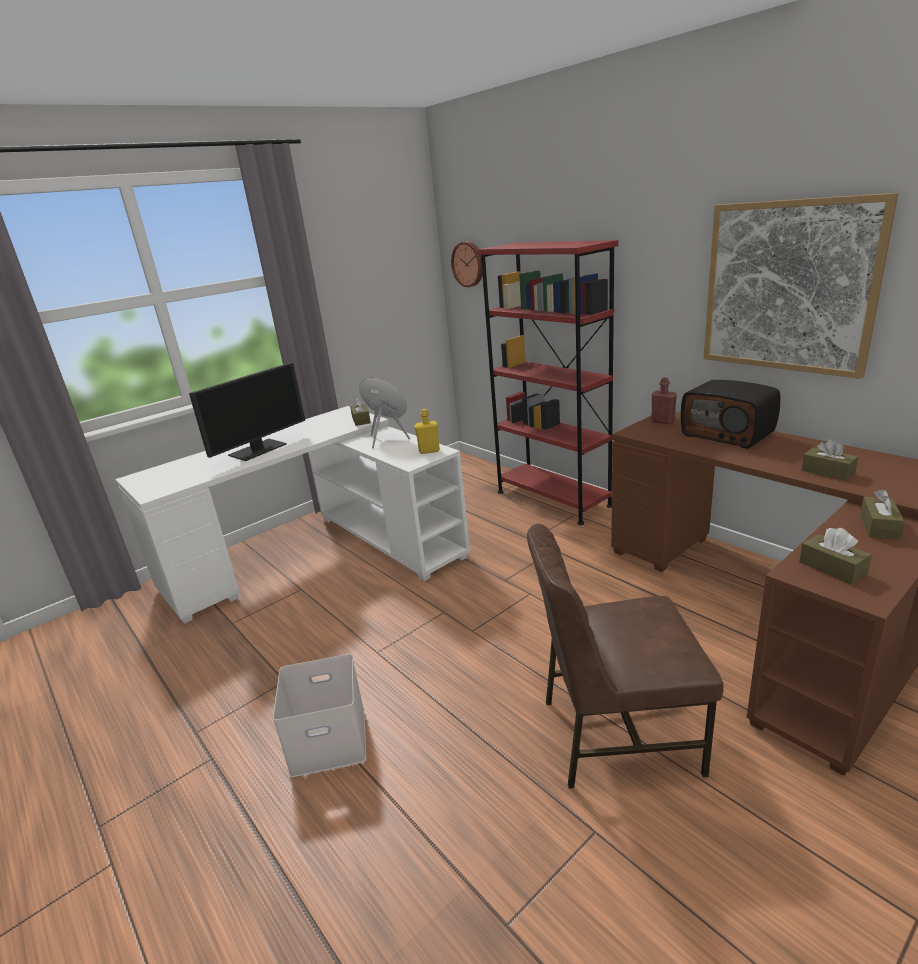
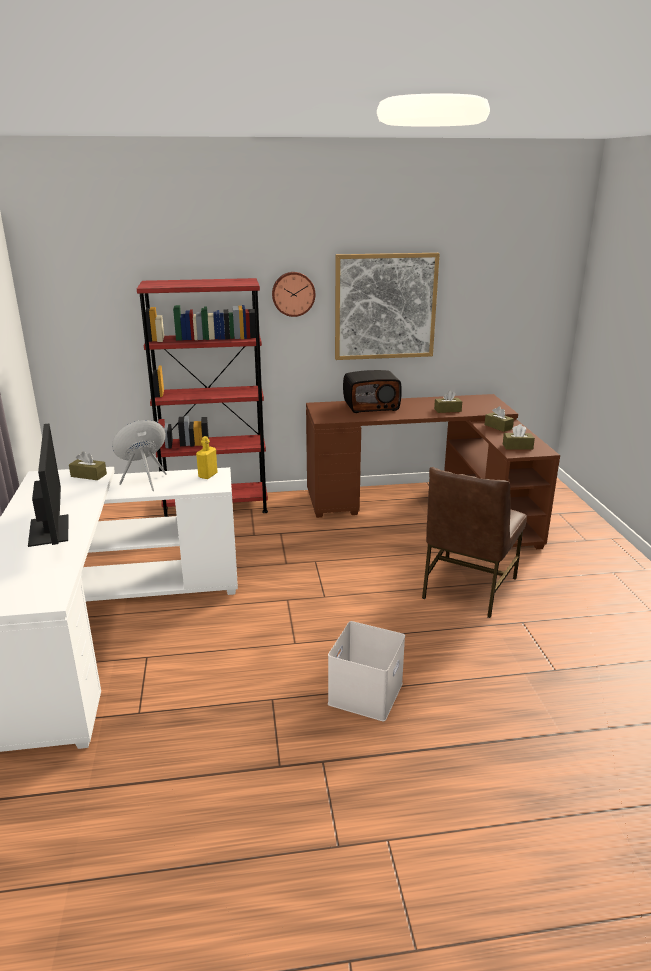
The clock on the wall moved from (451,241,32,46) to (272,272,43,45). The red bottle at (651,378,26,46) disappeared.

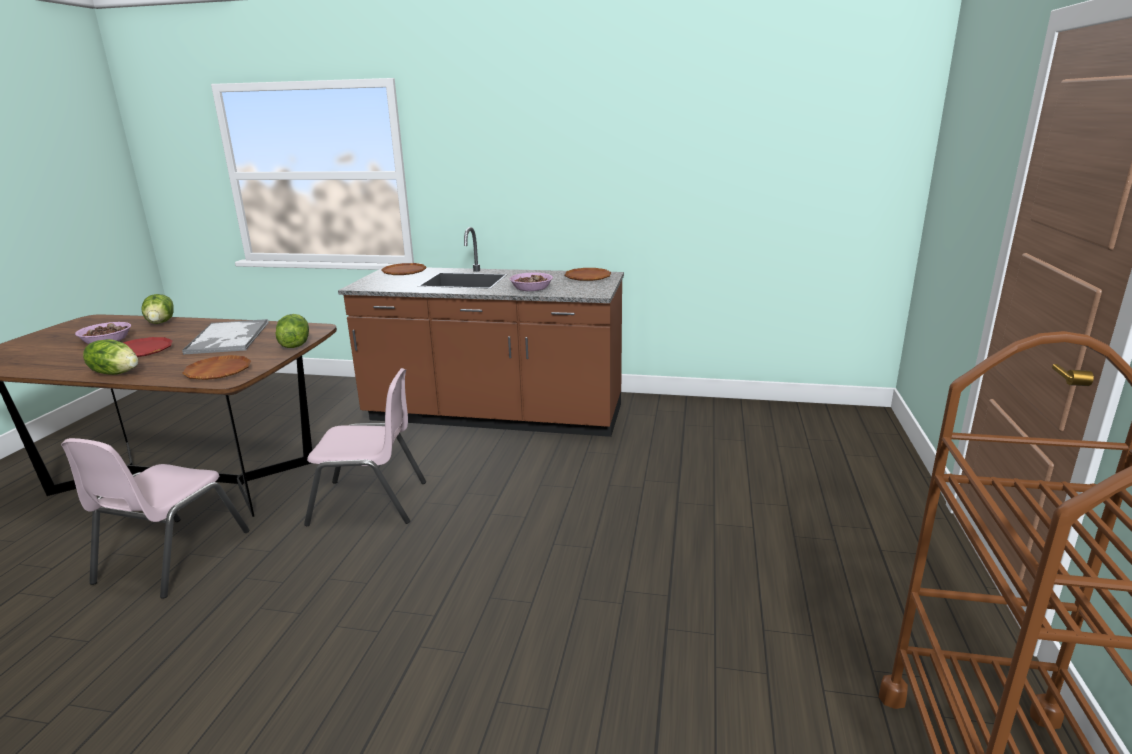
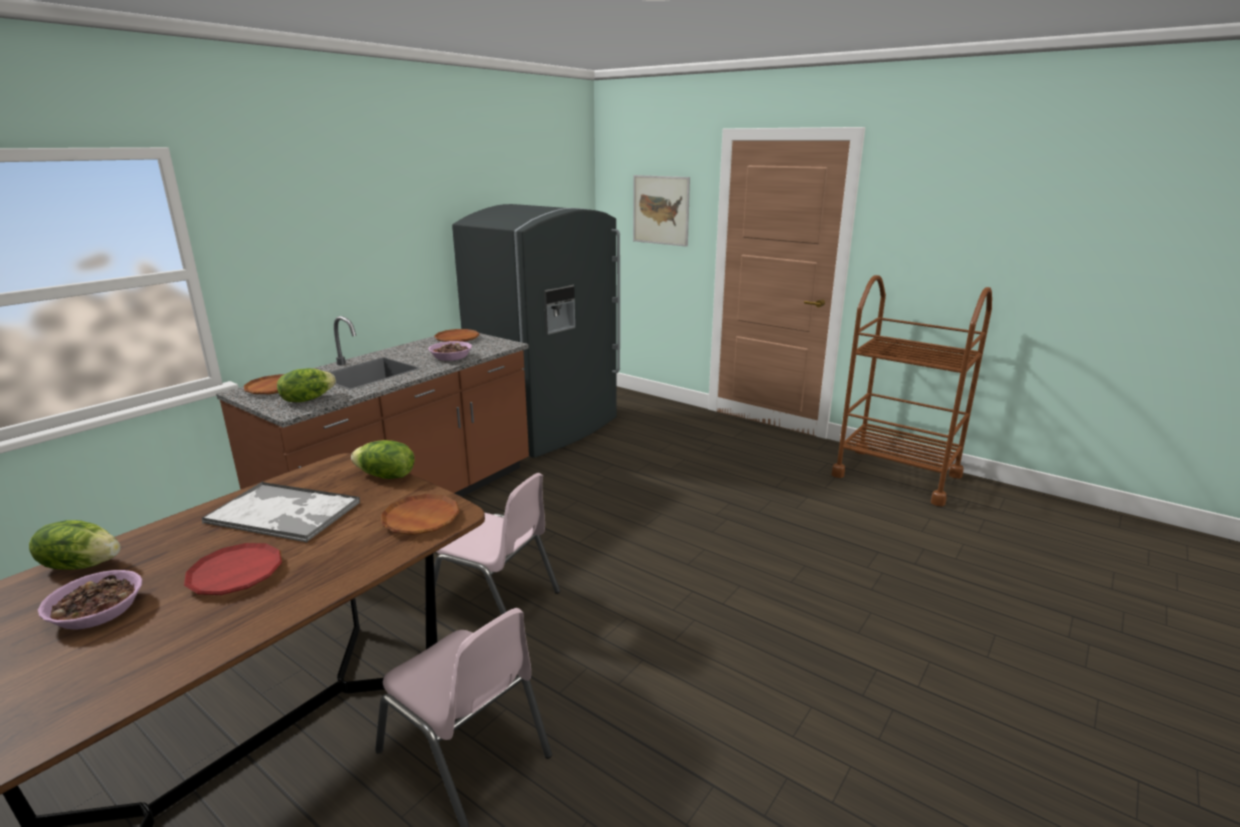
The lettuce head moved from (83,339,55,36) to (277,368,59,34). The pink-coloured upright chair at (304,368,122,158) turned 90 degrees clockwise. The picture at (633,175,57,72) appeared. The grey fridge at (452,204,168,254) appeared.

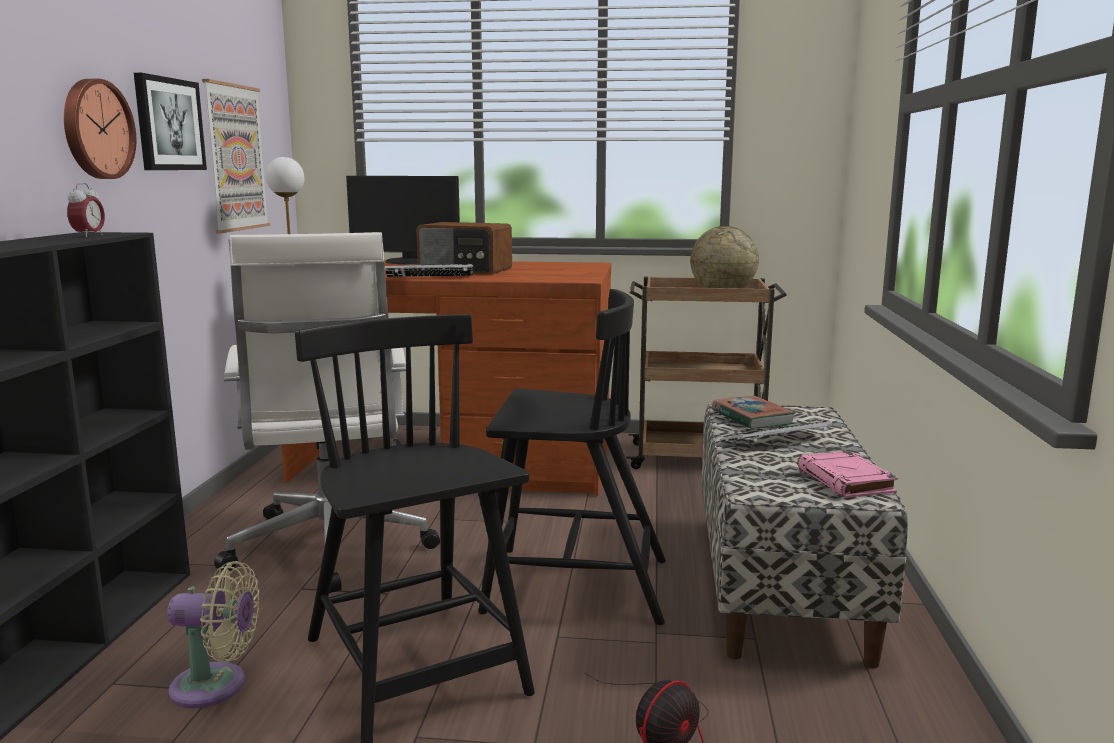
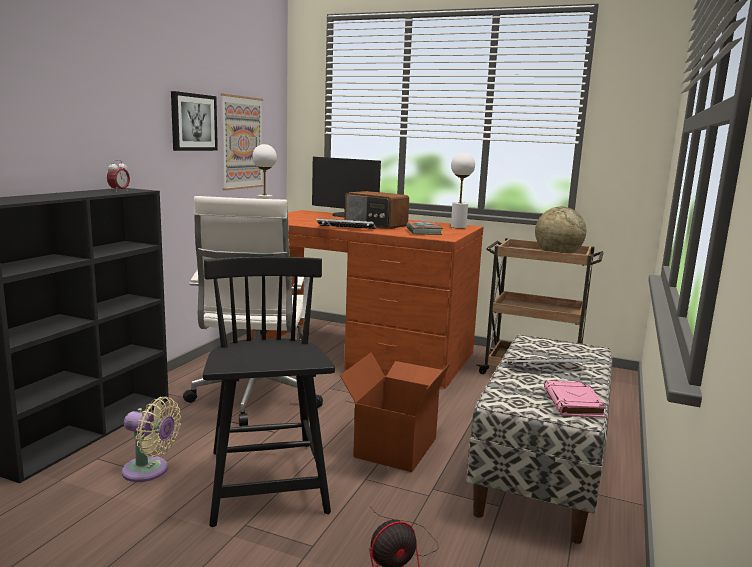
The clock on the wall at (64,79,72,100) disappeared. The black upright chair at (478,289,188,336) was replaced by the packing box at (340,352,110,120). The book moved from (712,396,84,33) to (406,222,37,13). The white-coloured table lamp at (451,152,24,77) appeared.

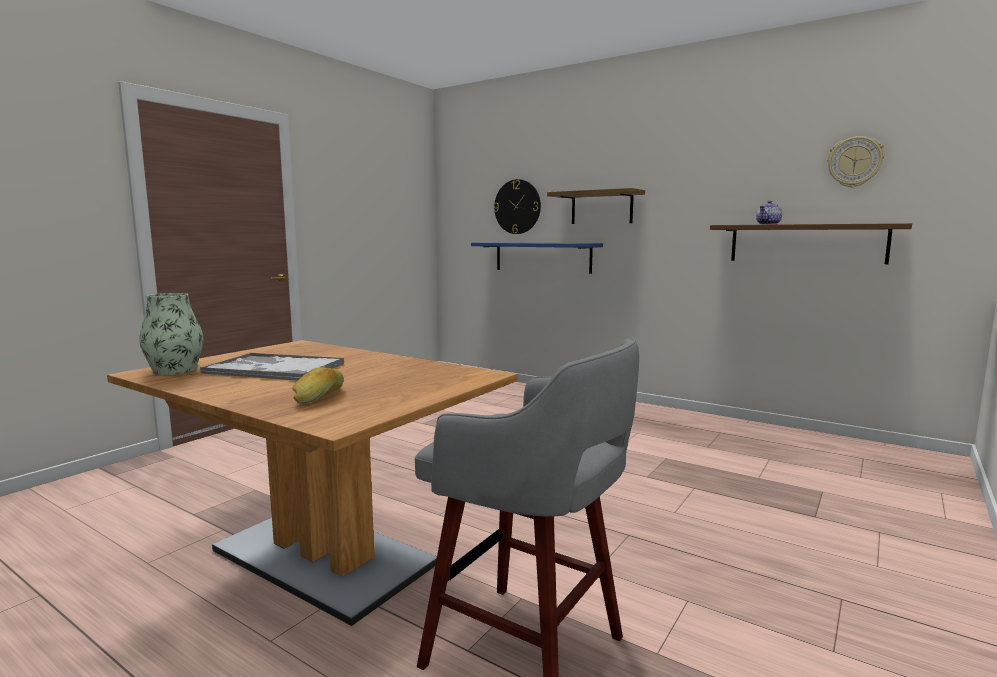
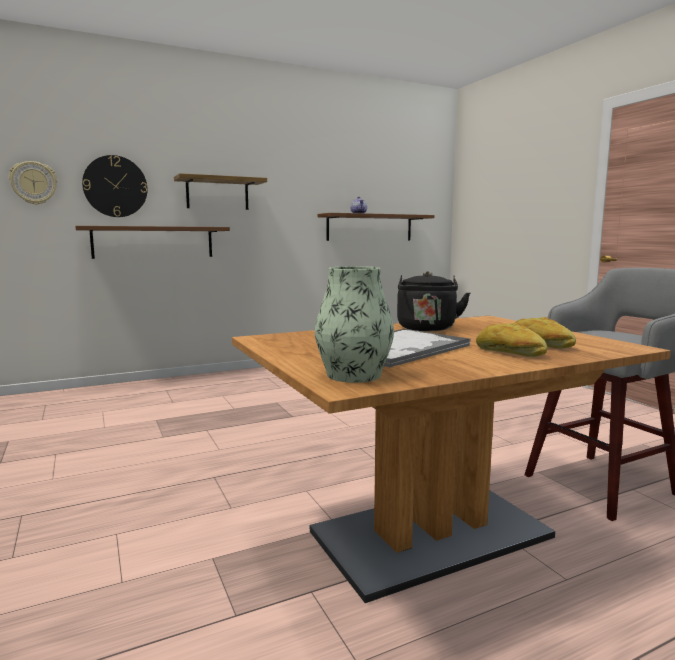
The clock on the wall moved from (827,136,58,51) to (9,161,48,44). The blue wall shelf at (471,242,132,32) became the brown wall shelf at (75,226,155,33). The black kettle at (397,272,73,59) appeared. The bread at (476,323,71,34) appeared.

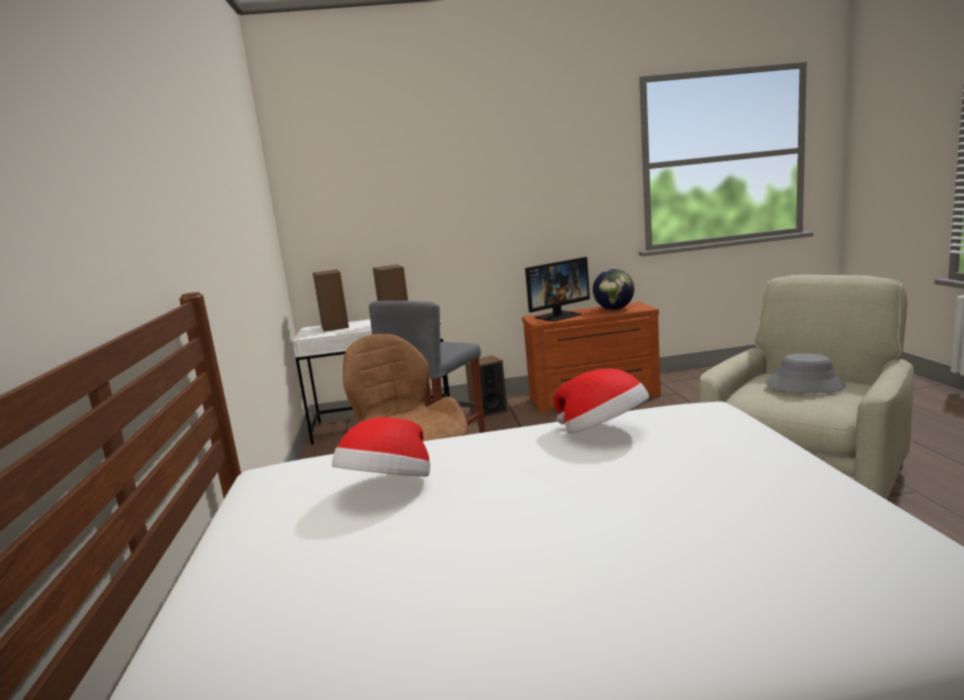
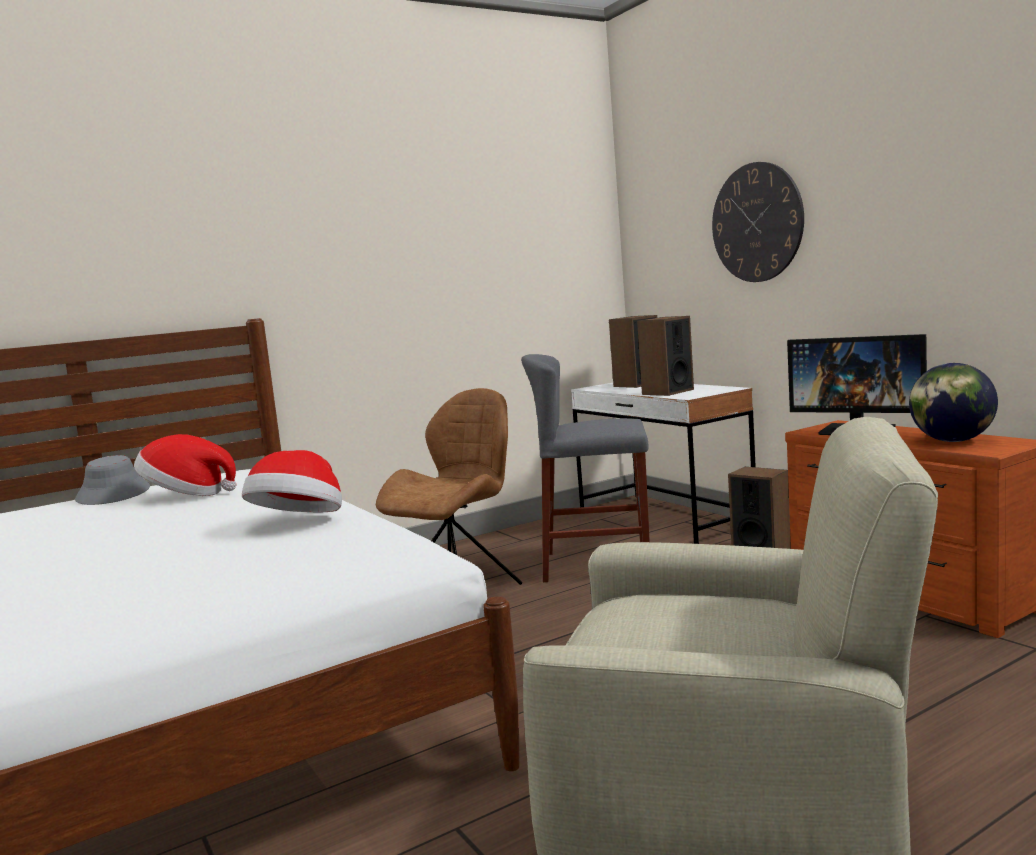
The grey wearable hat moved from (765,353,81,40) to (75,455,75,50). The clock on the wall at (712,162,92,120) appeared.

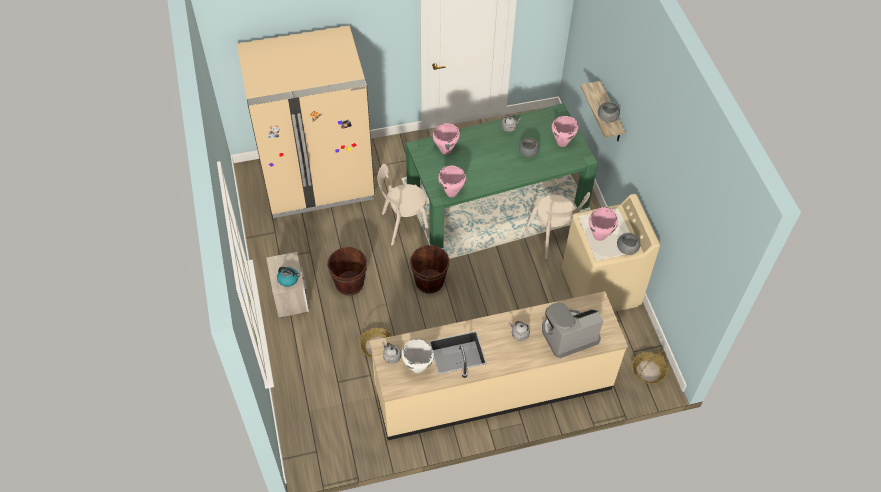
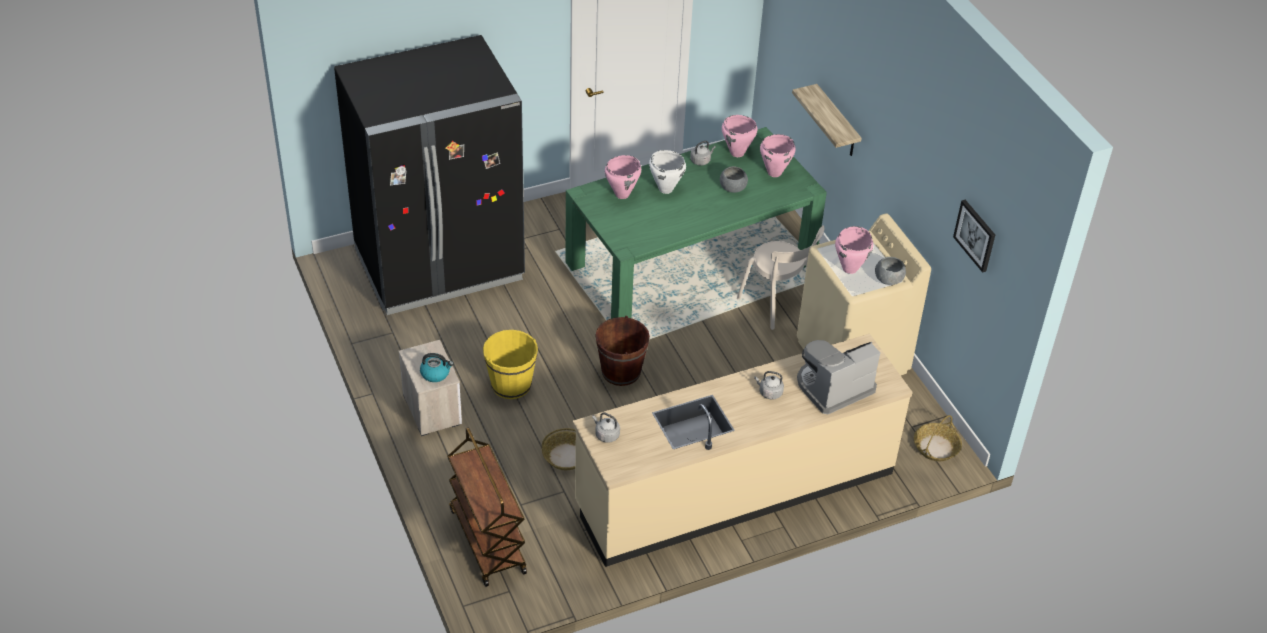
The beige-coloured fridge at (236,26,139,192) became the black fridge at (334,35,191,280). The grey deep dish at (598,102,22,21) disappeared. The beige-coloured upright chair at (377,164,53,81) disappeared. The pink-coloured stockpot moved from (438,165,28,32) to (722,115,36,42). The brown pail at (327,247,40,49) became the yellowish pail at (483,330,55,69). The white-coloured stockpot moved from (402,339,32,34) to (649,150,37,44). The picture at (953,200,42,73) appeared. The brown wheeled cart at (447,428,80,159) appeared.

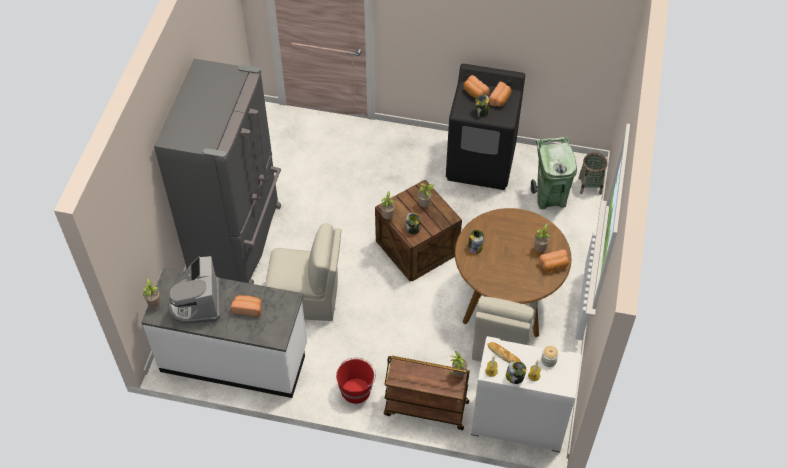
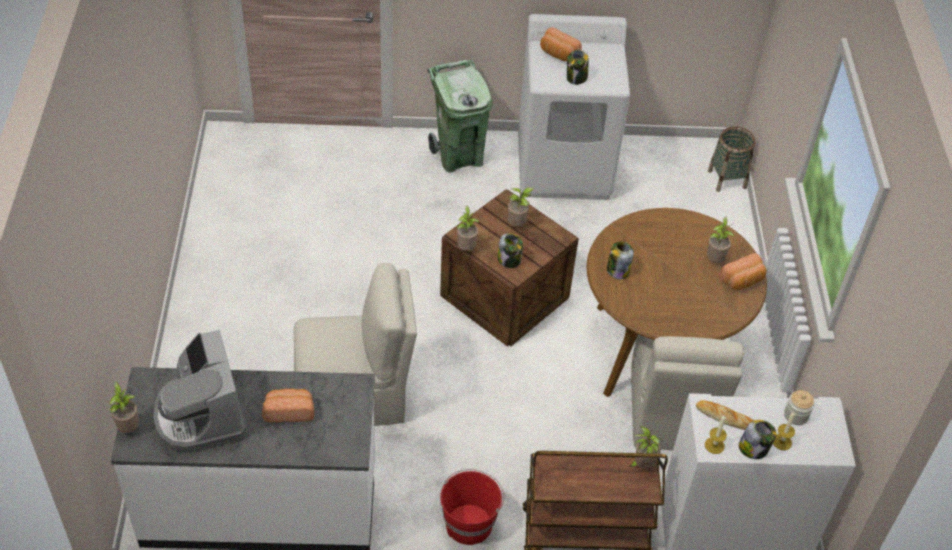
The grey fridge at (154,59,127,225) disappeared. The black laundry machine at (446,64,79,126) became the white-coloured laundry machine at (518,14,112,186). The bread at (489,82,22,25) disappeared. The green waste bin moved from (530,137,47,72) to (427,60,65,113).

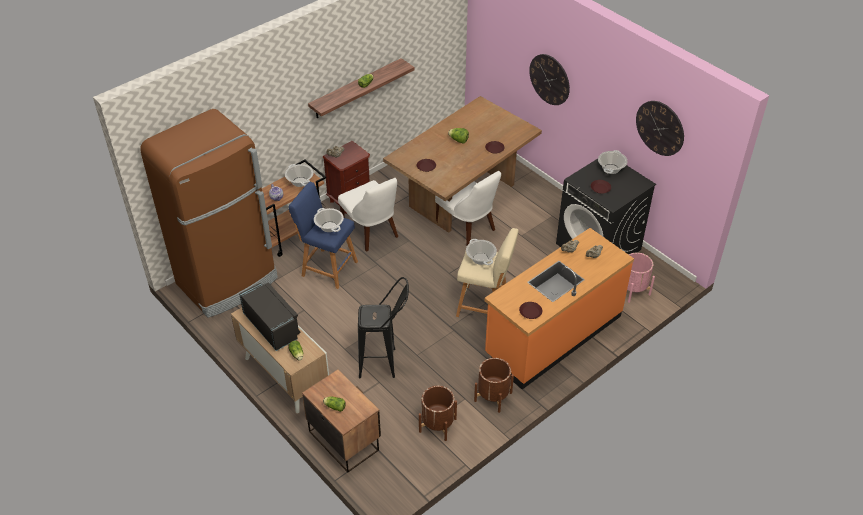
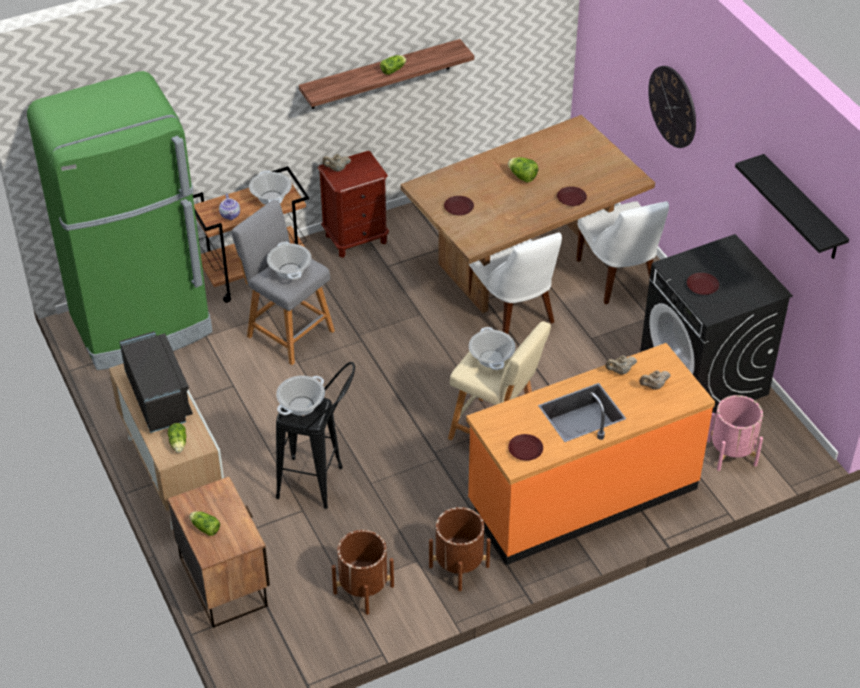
The clock on the wall at (636,101,48,55) was replaced by the black wall shelf at (735,154,114,105). The brown fridge at (140,109,138,209) became the green fridge at (27,71,186,299). The stockpot moved from (598,150,30,24) to (276,376,49,40). The white-coloured upright chair moved from (338,178,60,74) to (576,201,93,103). The blue stool seat at (289,182,69,107) became the grey stool seat at (231,200,104,165).

